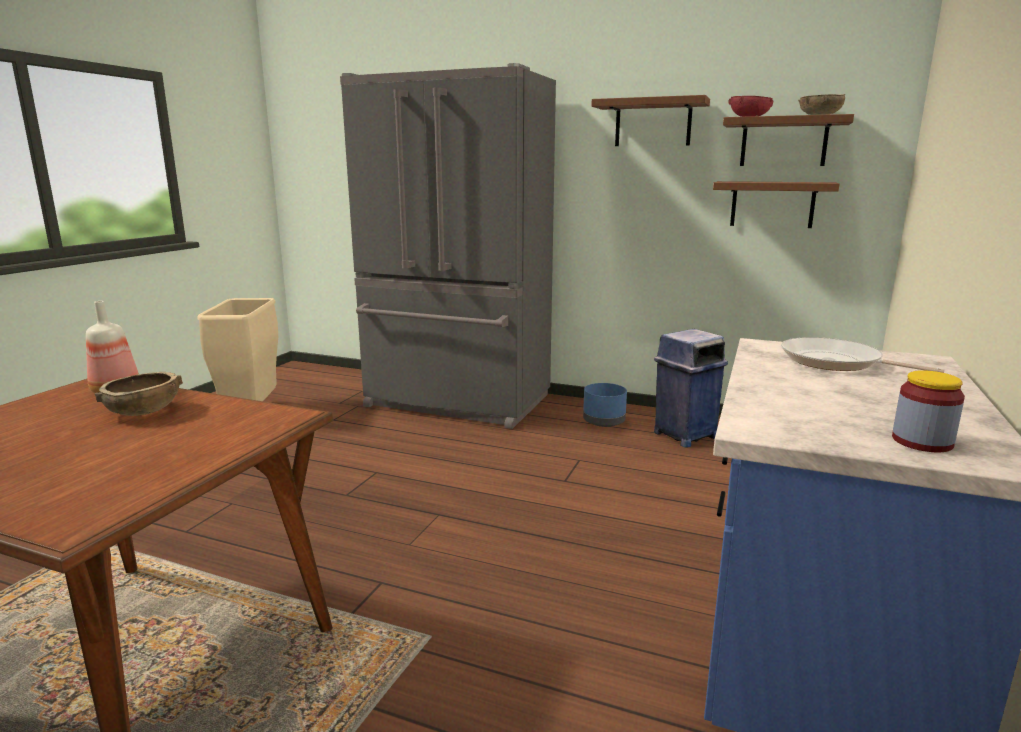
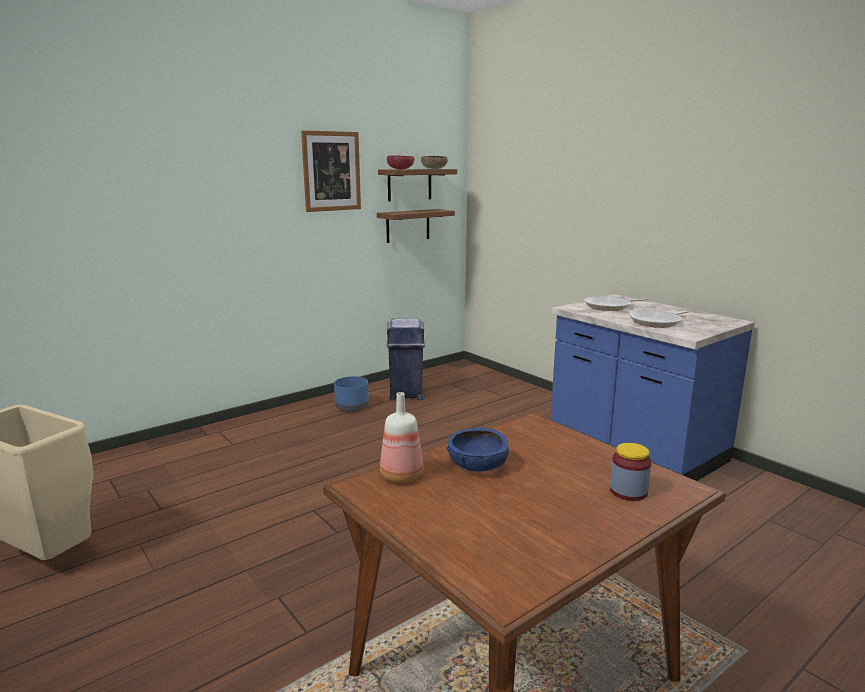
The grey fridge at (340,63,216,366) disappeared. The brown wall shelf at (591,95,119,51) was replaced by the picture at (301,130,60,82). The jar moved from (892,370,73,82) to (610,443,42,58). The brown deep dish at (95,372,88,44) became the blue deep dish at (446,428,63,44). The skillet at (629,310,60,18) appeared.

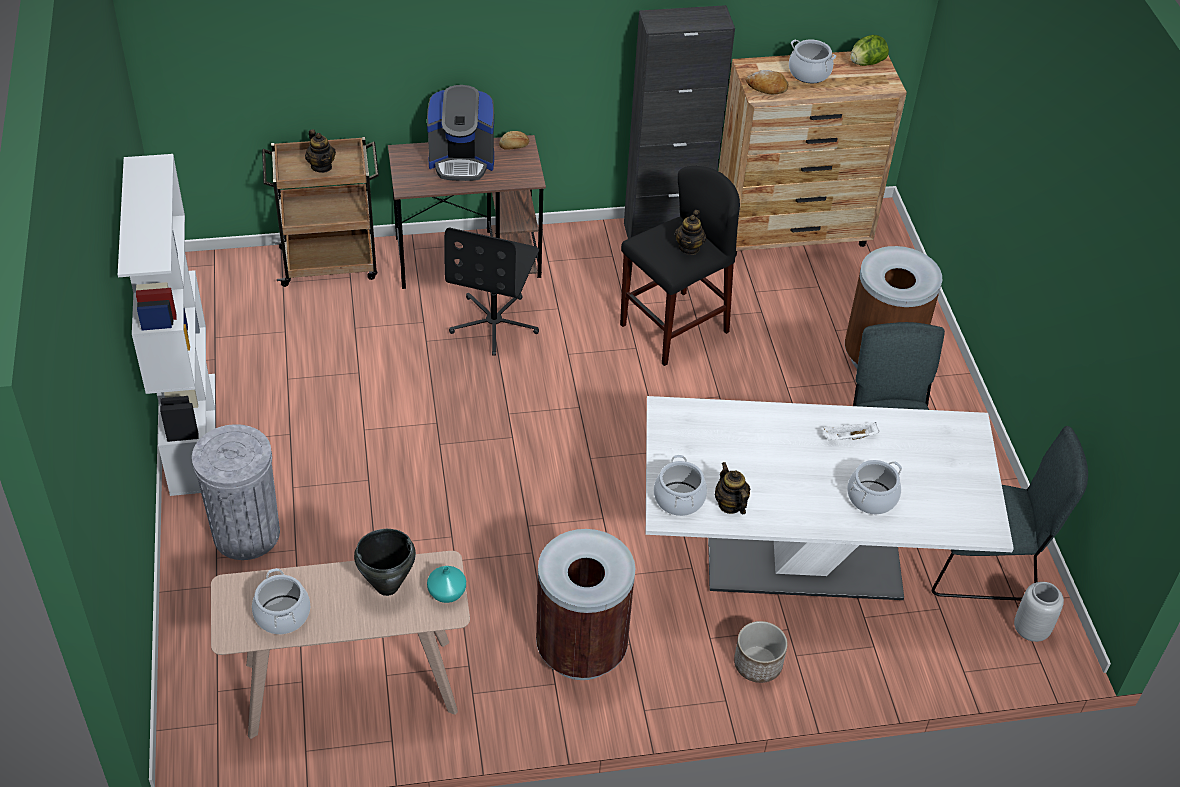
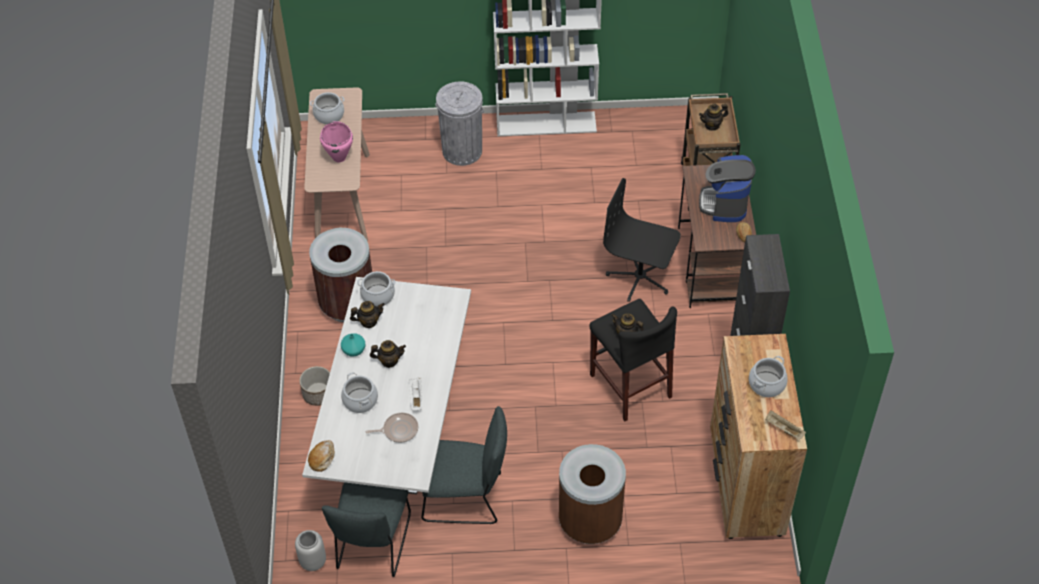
The lettuce head at (850,35,39,31) was replaced by the beige-coloured carrying tray at (765,410,41,29). The bread moved from (745,70,43,24) to (308,440,27,32). The black stockpot at (354,529,62,67) became the pink-coloured stockpot at (320,121,33,41). The blue-green decorative vase moved from (427,566,39,37) to (341,333,25,24). The teapot at (370,340,36,28) appeared. The skillet at (366,413,52,30) appeared.

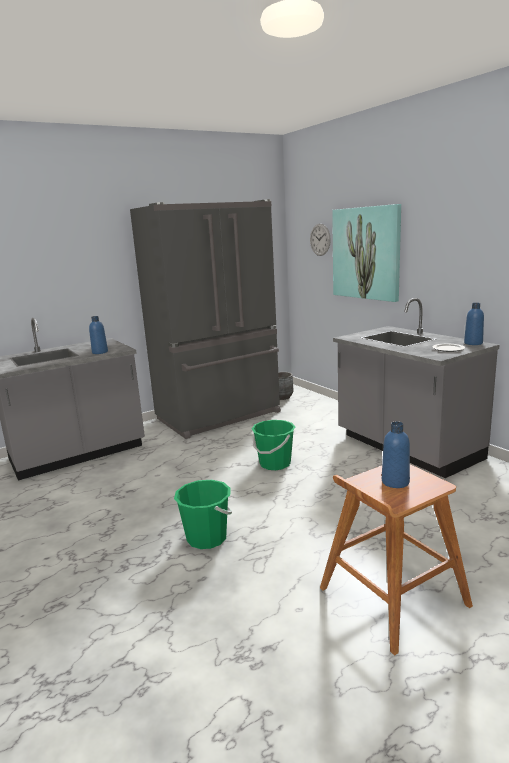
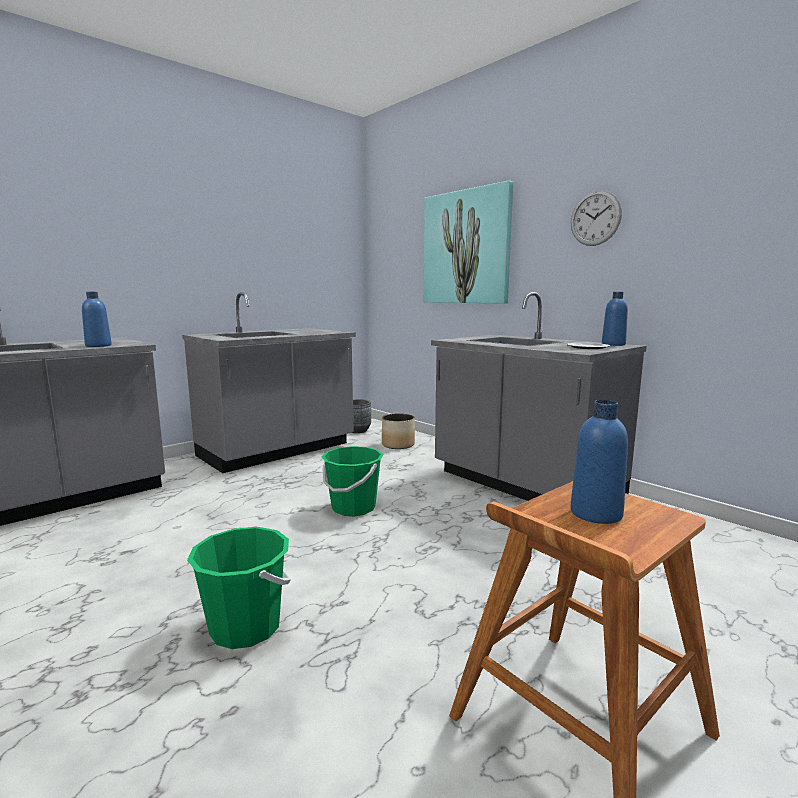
The grey fridge at (130,199,151,240) was replaced by the grey kitchen base unit at (182,292,174,181). The clock on the wall moved from (310,224,21,32) to (571,190,51,56). The planter at (382,413,33,36) appeared.

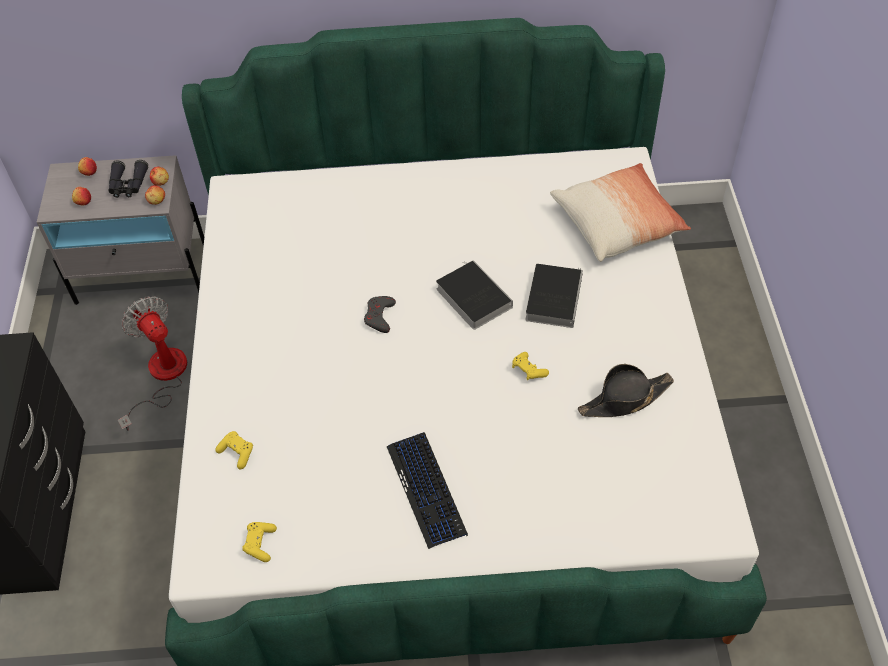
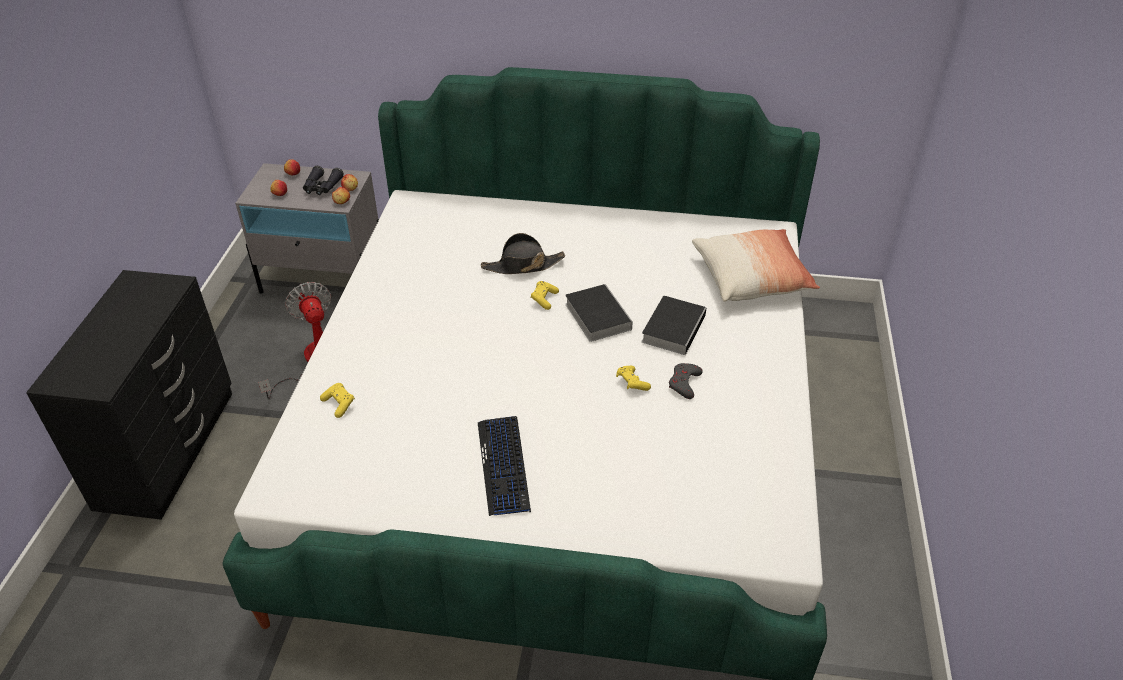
The grey gamepad moved from (364,296,32,37) to (669,363,34,36). The black wearable hat moved from (578,364,96,53) to (481,233,84,41). The yellowish gamepad moved from (242,522,35,40) to (531,281,28,29).

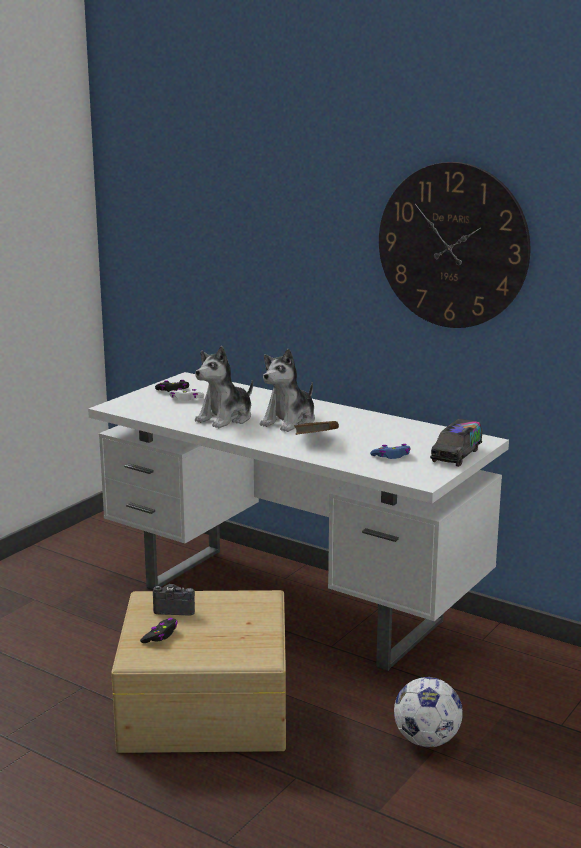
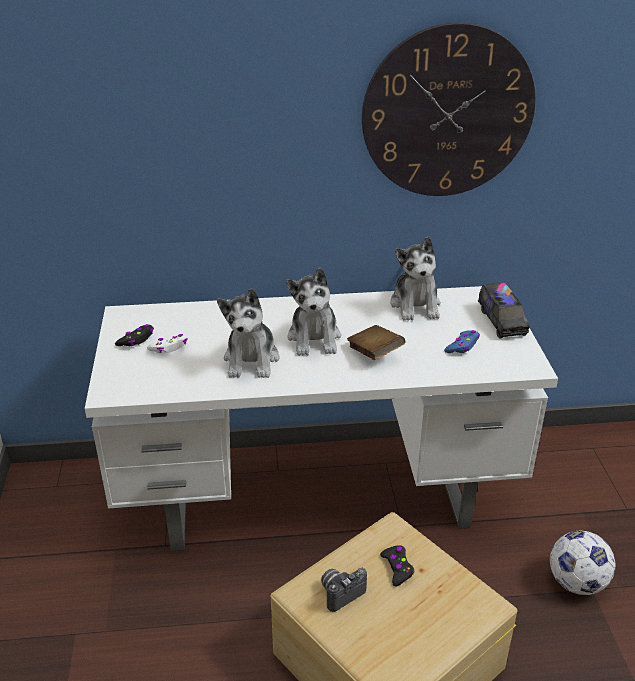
The black gamepad moved from (140,618,38,25) to (380,545,34,42). The cuddly toy at (390,237,51,84) appeared.

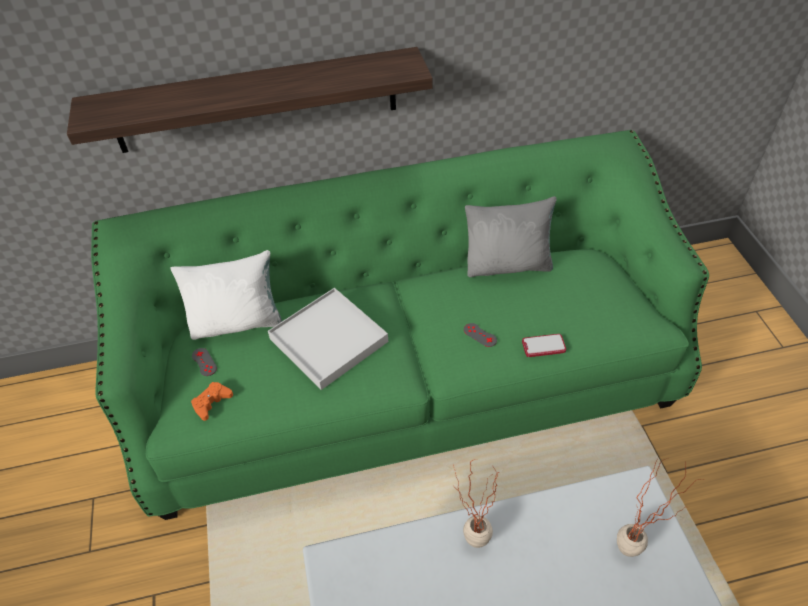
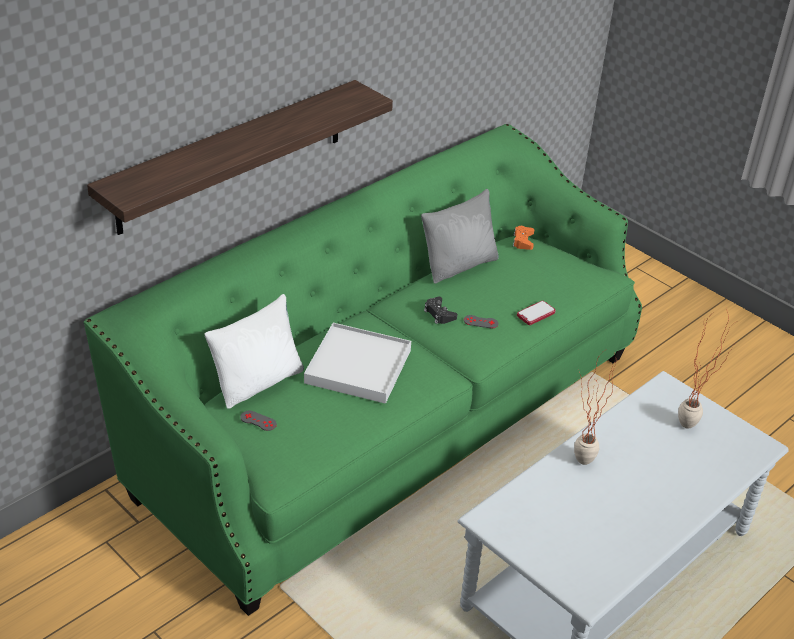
The orange gamepad moved from (191,382,42,39) to (513,226,21,24). The black gamepad at (424,297,33,27) appeared.

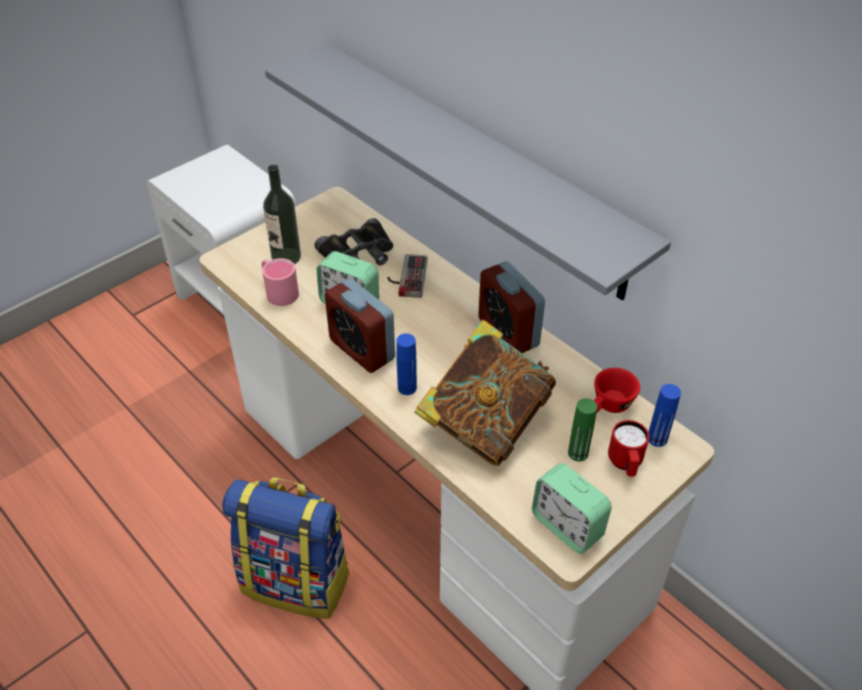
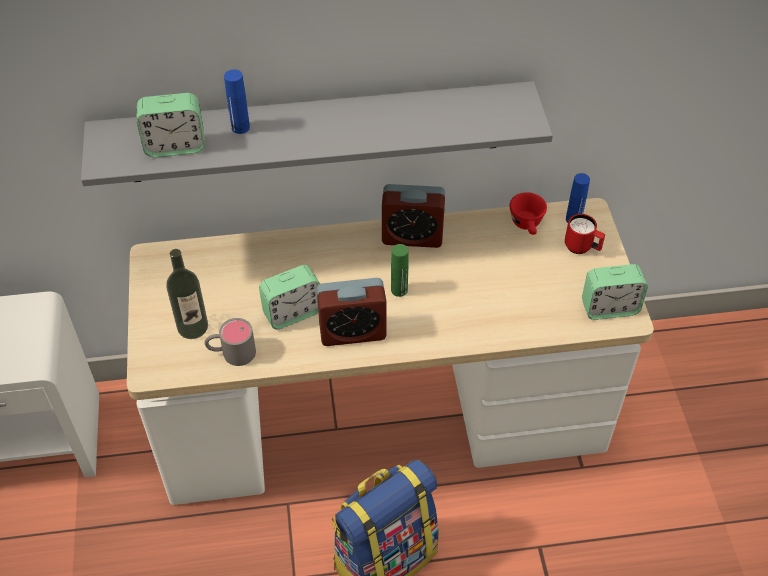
The black field glasses at (314,218,79,47) disappeared. The gamepad at (387,254,40,44) disappeared. The pink-coloured tea mug at (262,258,37,48) became the grey tea mug at (205,318,51,48). The book at (415,320,141,146) disappeared. The blue bottle moved from (396,333,21,62) to (224,70,26,64). The green bottle moved from (568,398,29,63) to (391,244,18,53). The alarm clock at (137,93,67,64) appeared.

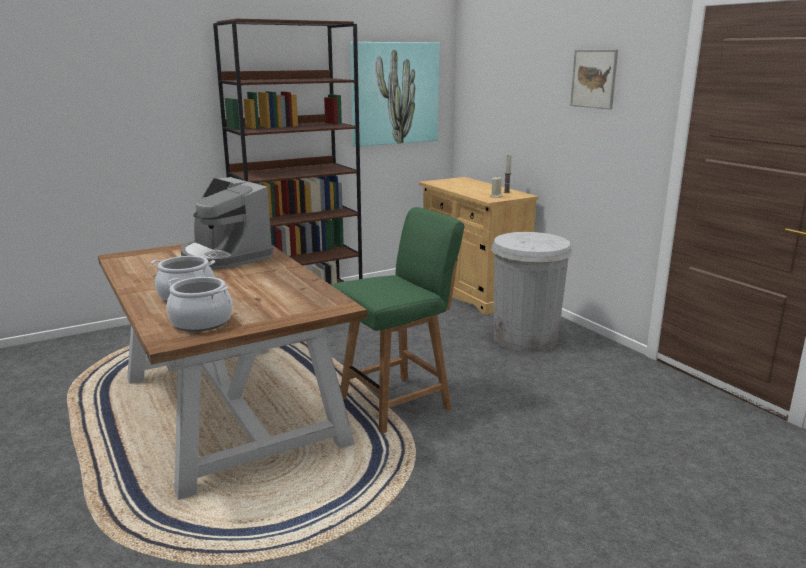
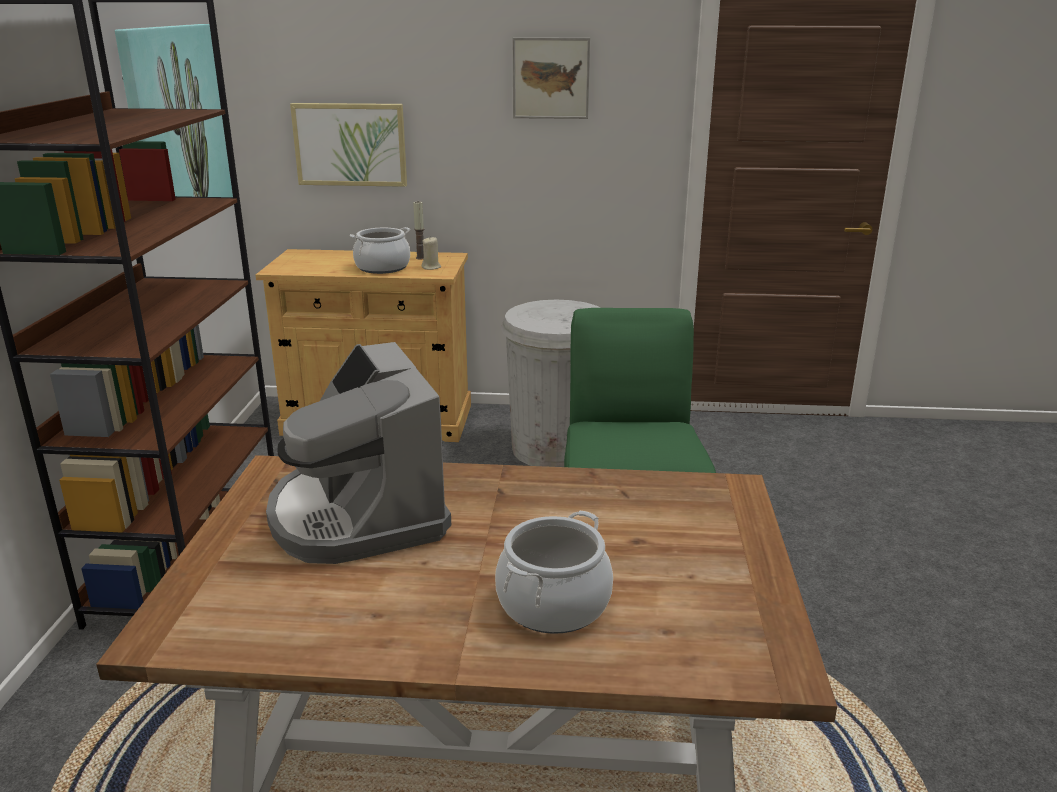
The coffee maker at (181,177,93,93) turned 75 degrees clockwise. The stockpot moved from (166,277,67,55) to (350,227,60,47). The picture at (290,103,117,84) appeared.

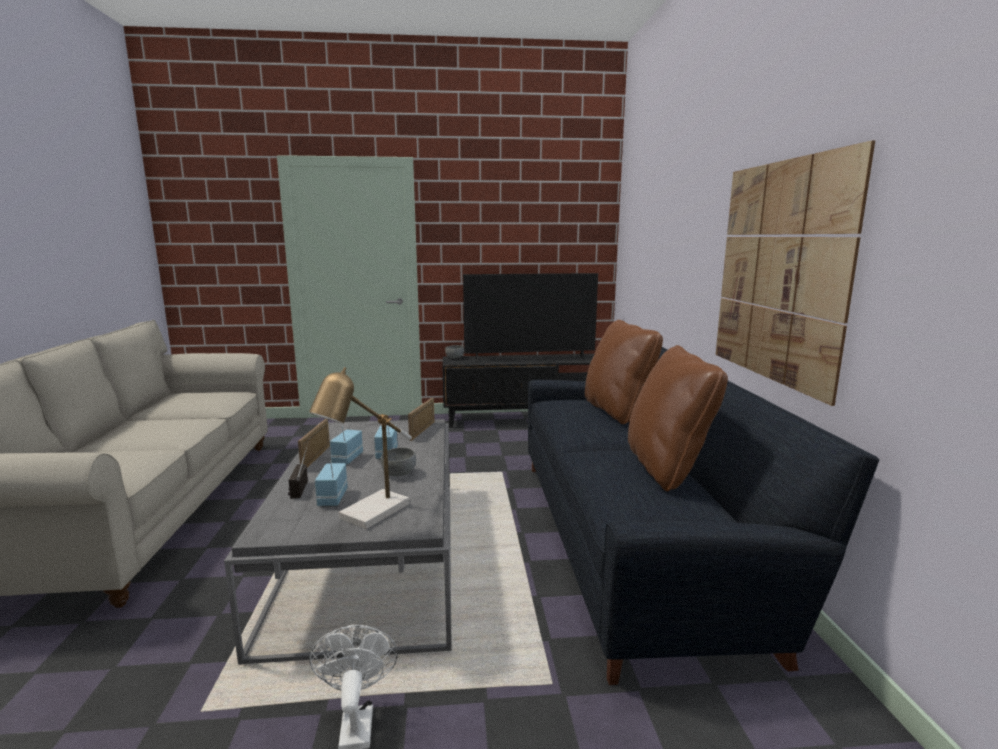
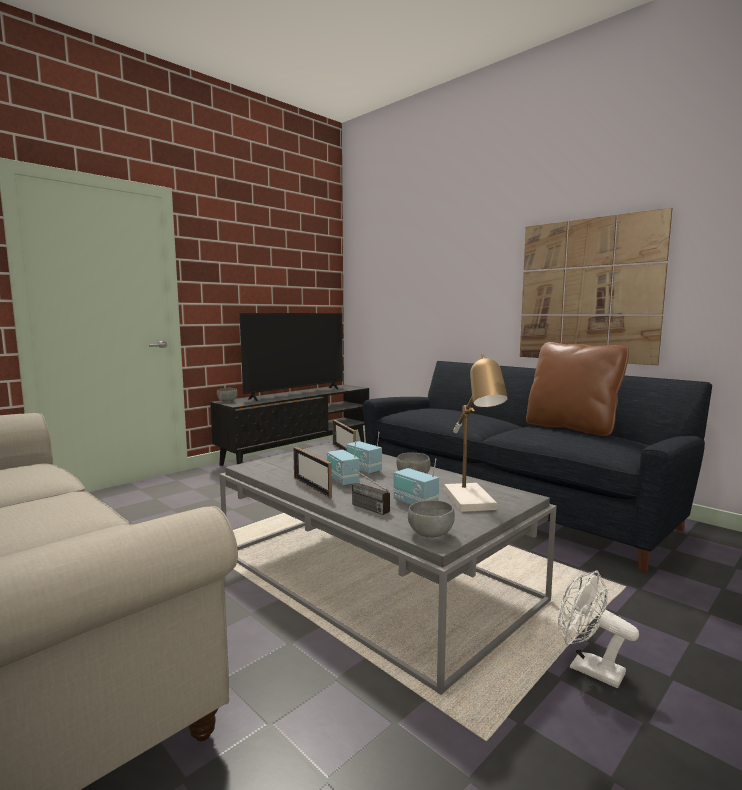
The brown throw pillow at (585,320,78,104) disappeared. The grey deep dish at (408,500,47,38) appeared.

